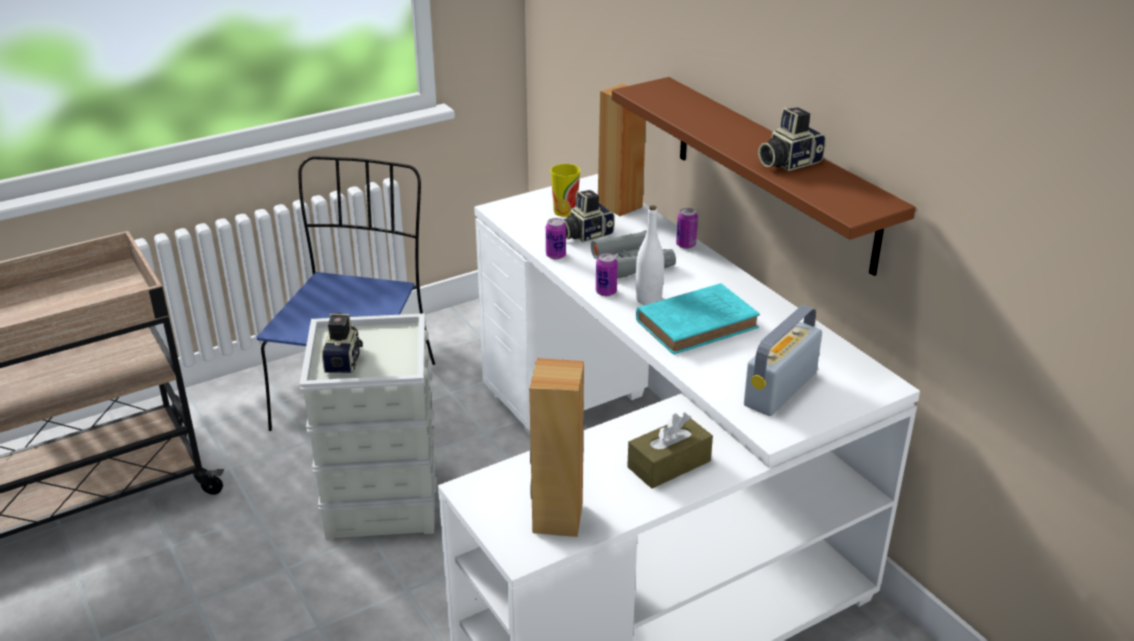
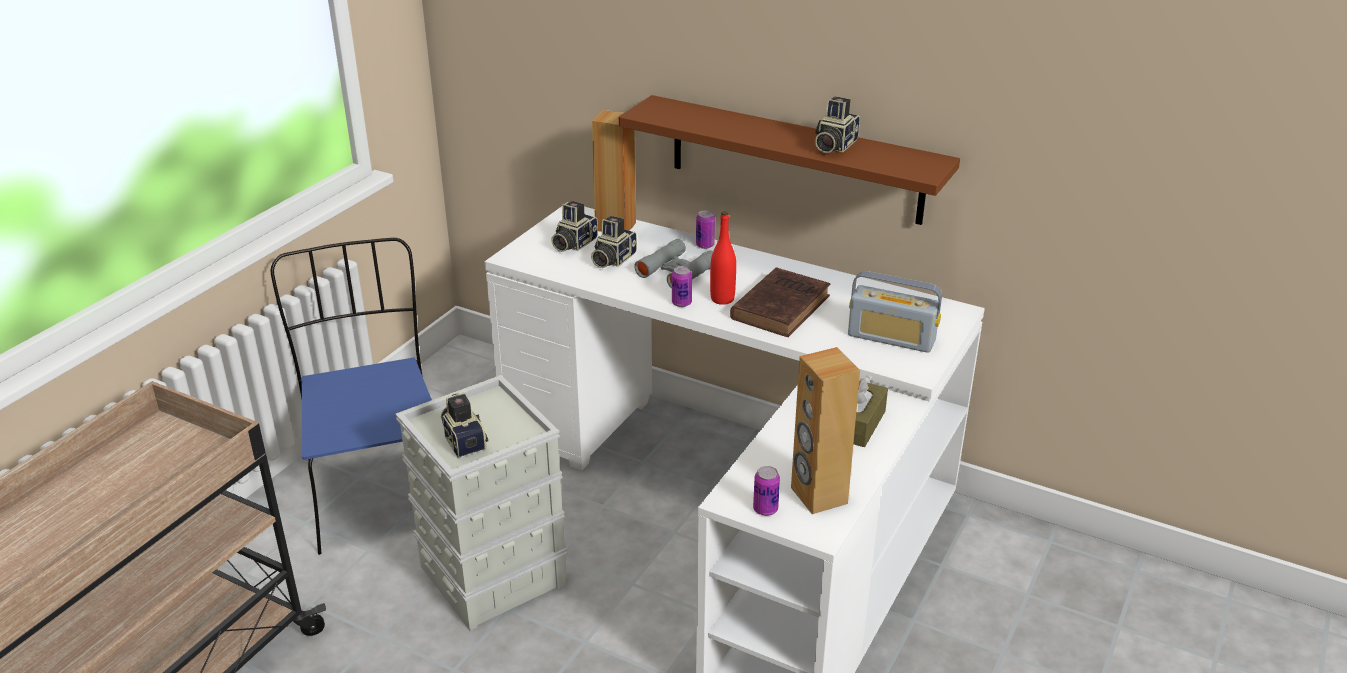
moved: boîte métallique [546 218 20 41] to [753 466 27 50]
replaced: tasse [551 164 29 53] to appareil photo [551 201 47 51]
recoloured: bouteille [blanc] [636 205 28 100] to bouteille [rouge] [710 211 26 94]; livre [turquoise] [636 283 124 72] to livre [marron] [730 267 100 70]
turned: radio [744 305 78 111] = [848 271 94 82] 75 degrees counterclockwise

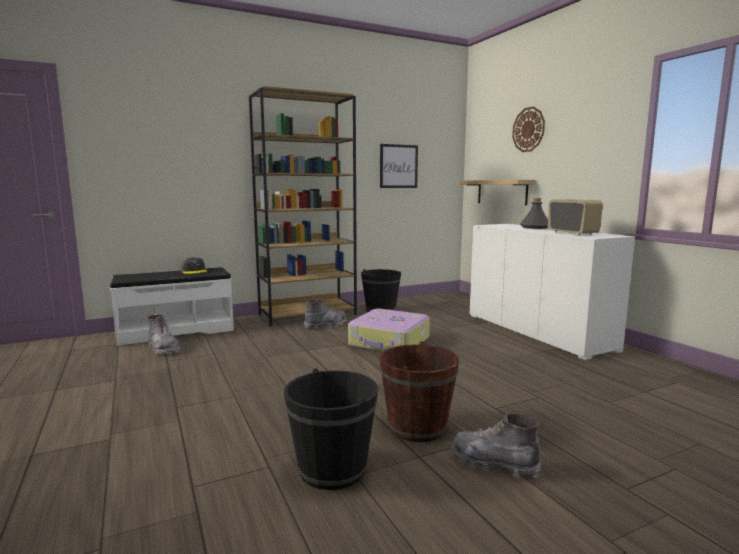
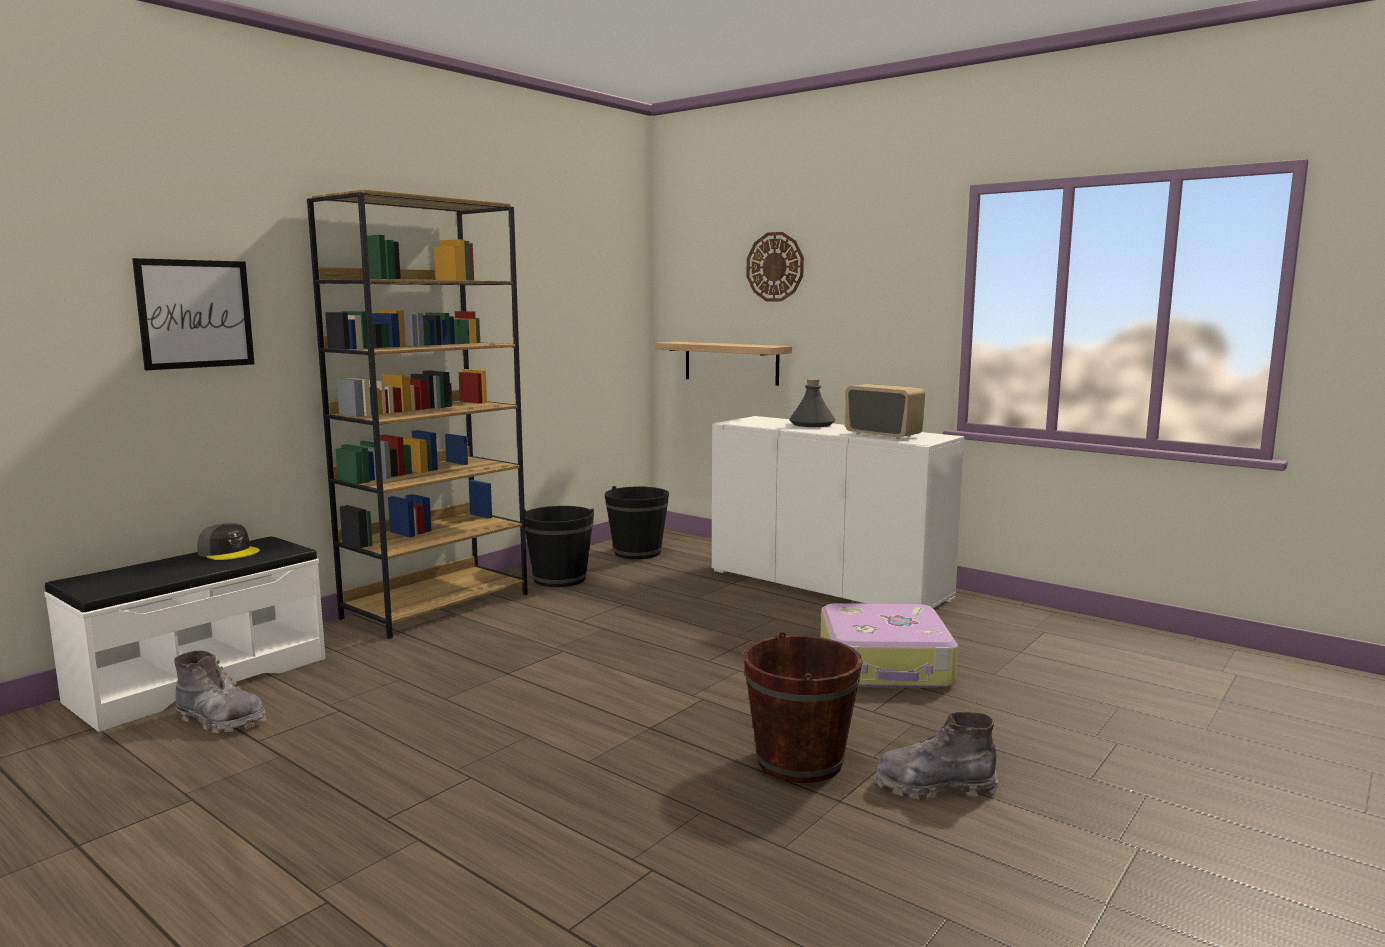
removed: botte [gris] [304 299 43 30]
moved: tableau [380 144 38 44] to [132 258 122 112]; seau [noir] [284 368 94 122] to [605 486 64 73]; valise [348 309 82 43] to [820 603 138 85]

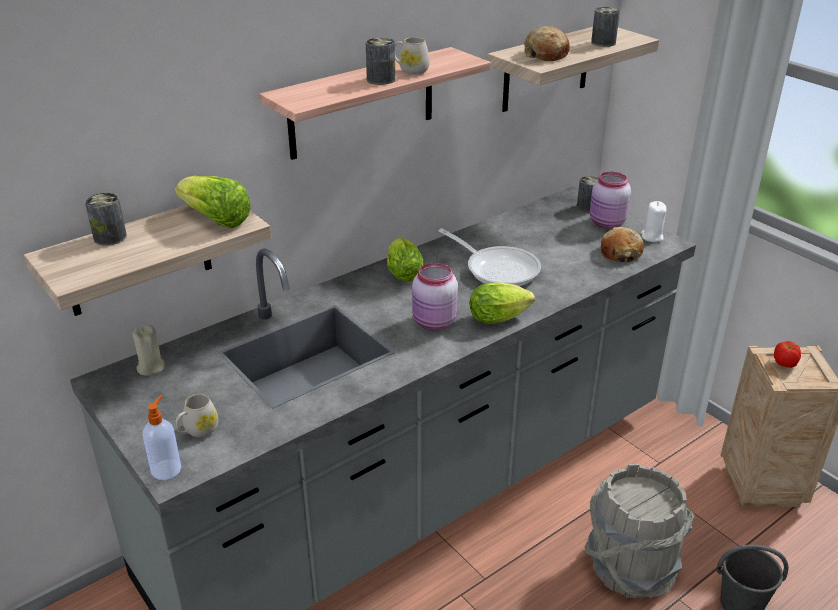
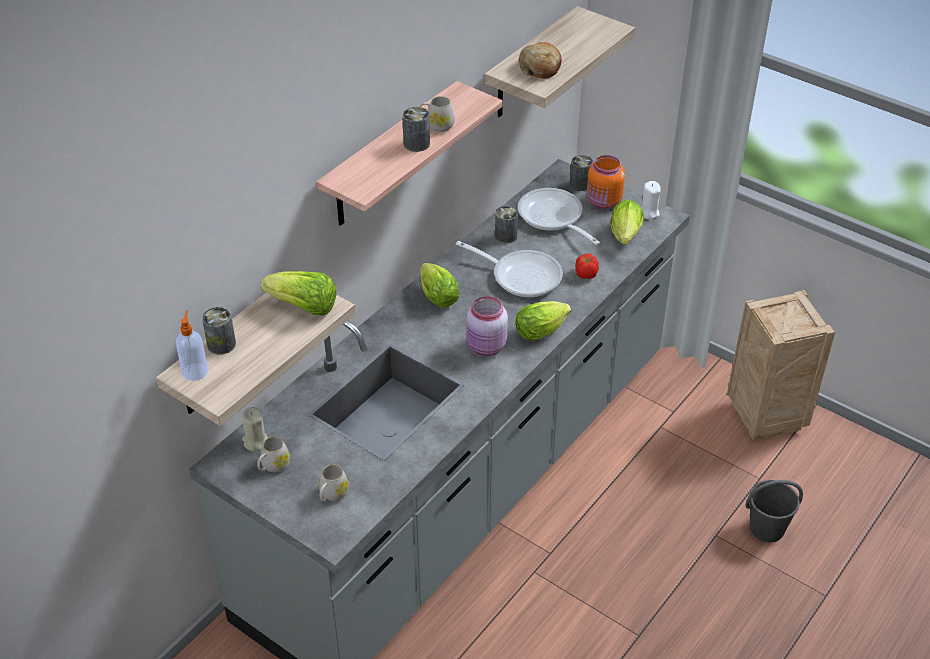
removed: seau [gris] [584 464 110 134]
added: mug [blanc] [257 437 33 35]; poêle [518 188 82 57]
moved: distributeur de savon [143 395 39 85] to [176 310 32 71]; boîte métallique [591 7 29 40] to [495 206 23 38]; tomate [774 341 27 27] to [575 253 24 26]
replaced: pain [601 227 43 35] to laitue [611 199 33 45]
recoloured: bocal [rose] [590 171 41 57] to bocal [orange] [587 155 38 54]

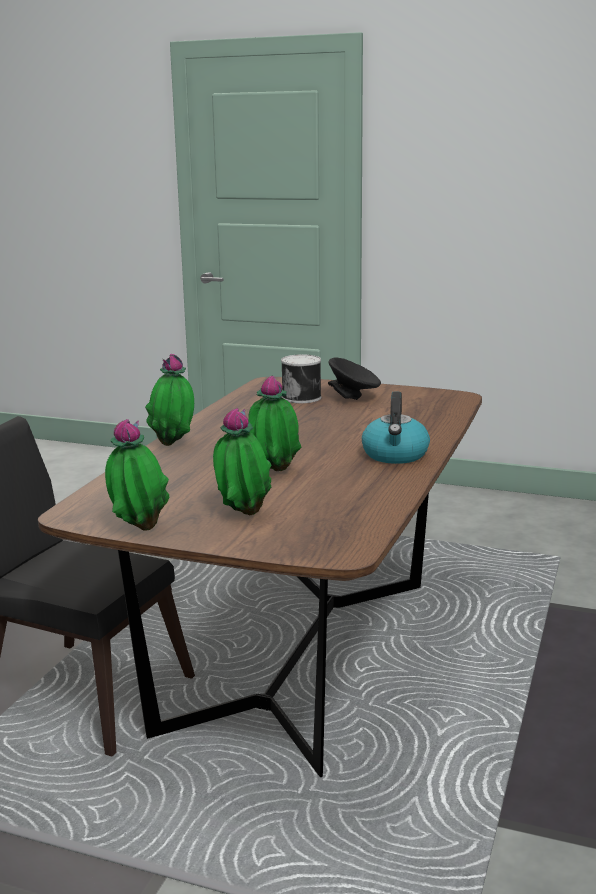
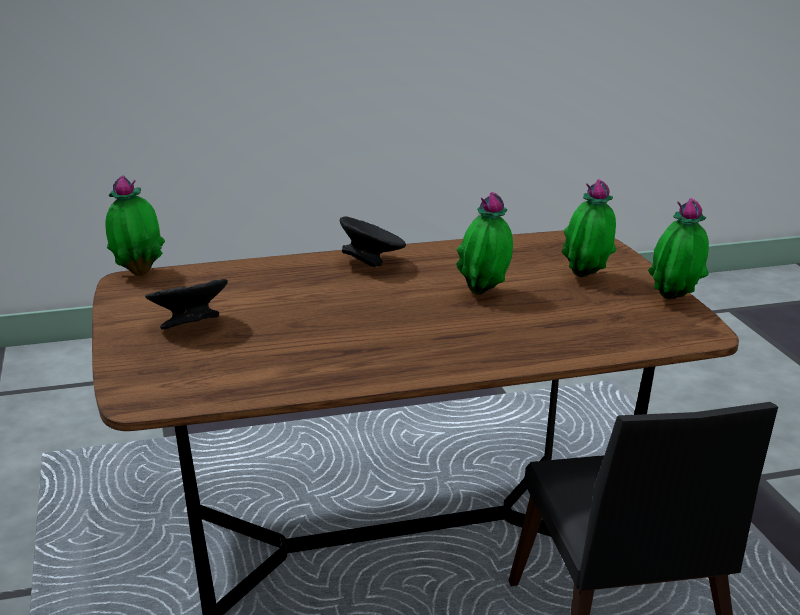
removed: boîte métallique [281 354 40 49]
moved: plante en pot [145 354 49 92] to [106 176 59 100]
replaced: bouilloire [362 392 68 72] to bol [noir] [340 216 66 51]

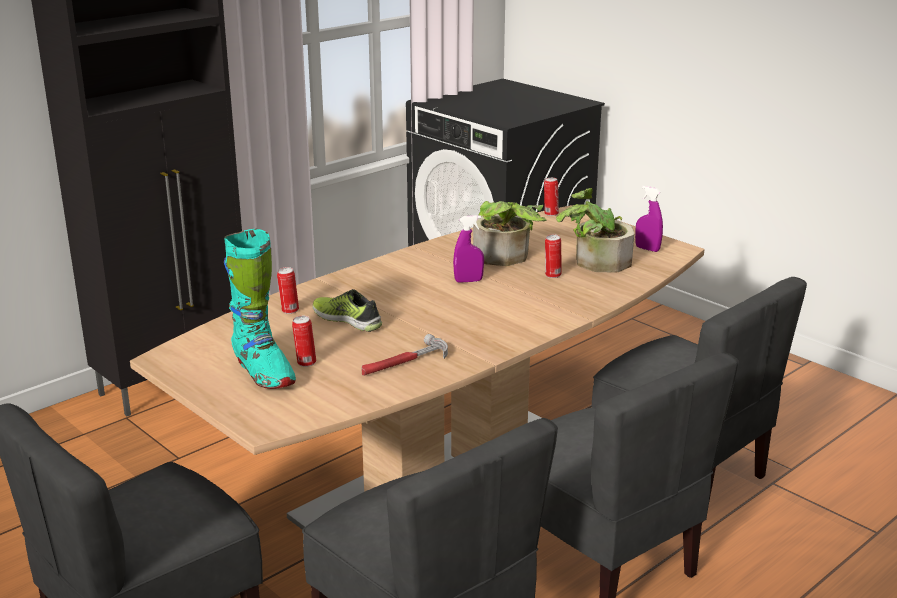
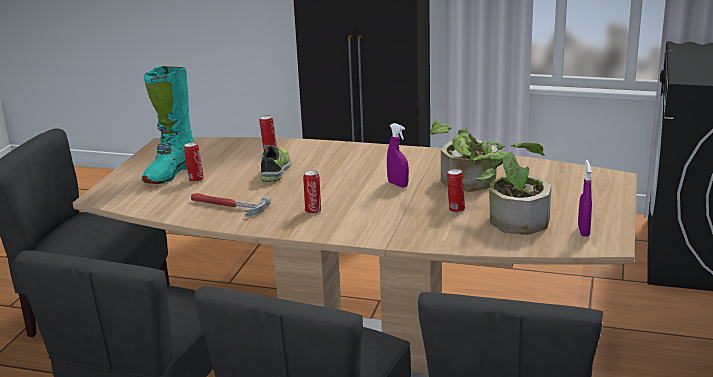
moved: boîte métallique [544 178 15 38] to [303 170 18 44]

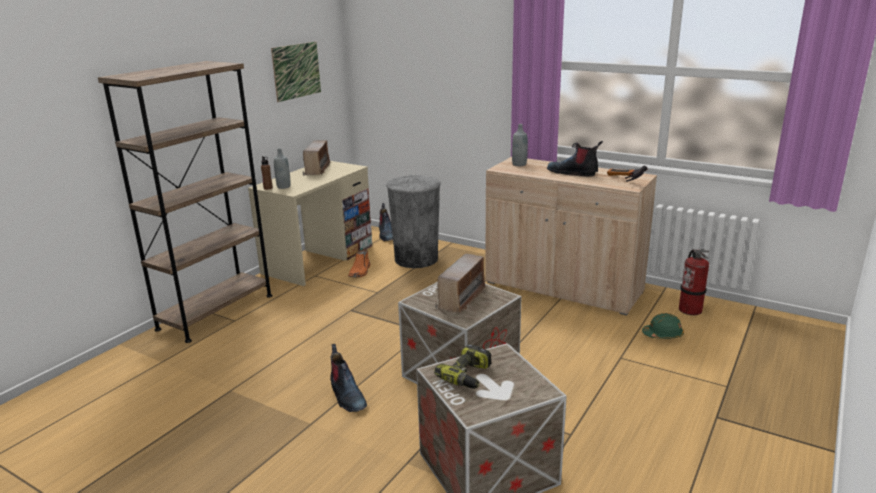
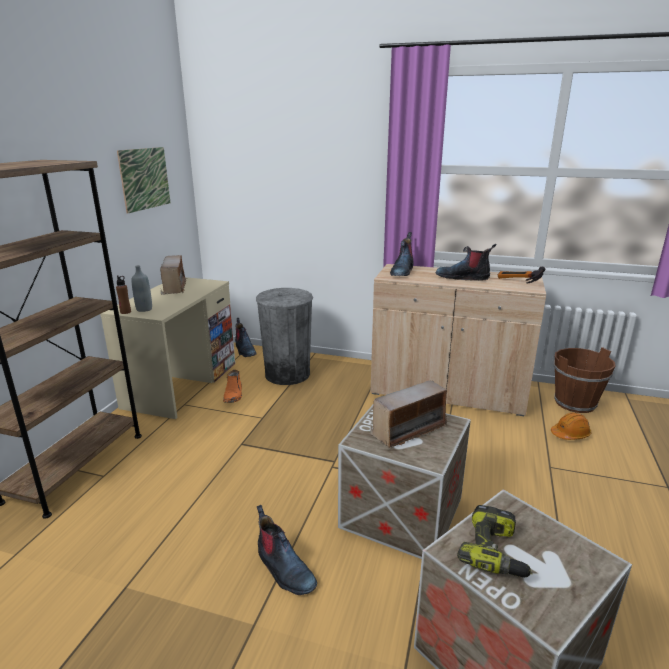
replaced: bouteille [gris] [512 124 16 42] to botte [390 232 24 44]; extincteur [679 249 30 66] to seau [marron] [554 347 61 66]
recoloured: casque de chantier [vert] [642 313 42 26] to casque de chantier [orange] [551 412 40 28]
turned: radio [435 254 52 60] = [370 381 77 68] 45 degrees clockwise

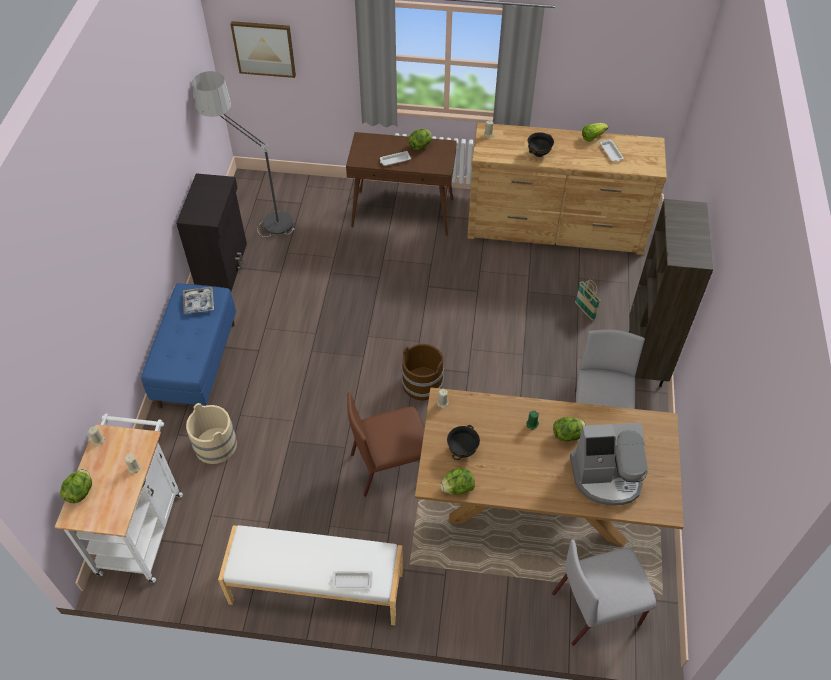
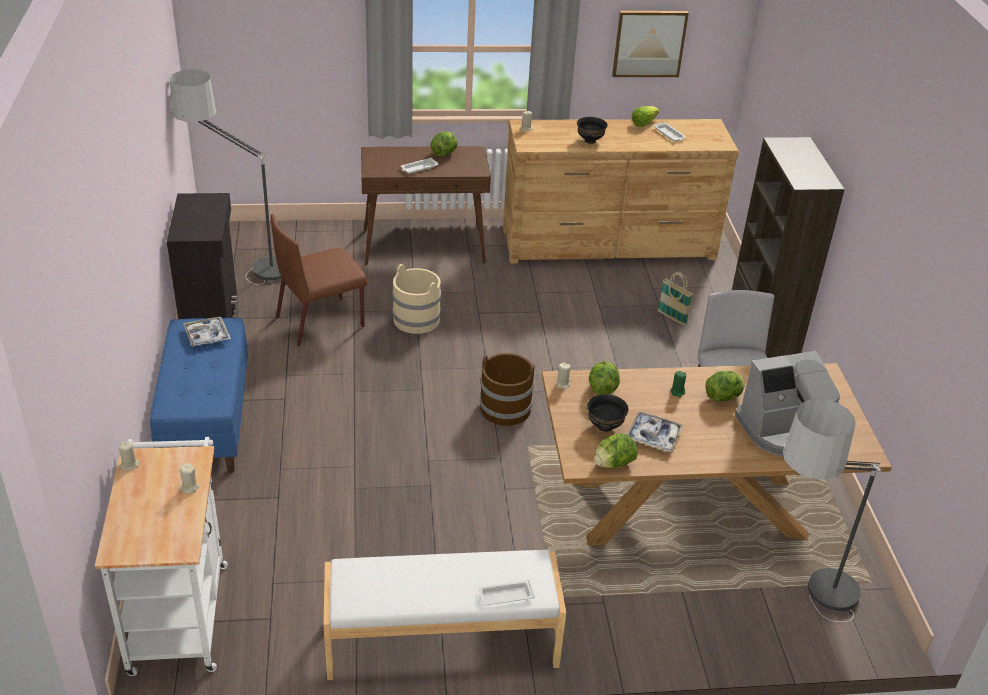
added: plateau [627 411 57 41]
moved: chaise [marron] [347 392 78 105] to [271 214 96 133]; seau [beige] [186 403 51 61] to [392 264 49 70]; laitue [60 469 32 34] to [589 361 31 34]; tableau [230 21 66 57] to [612 11 77 66]
replaced: chaise [gris] [552 539 104 107] to lampadaire [783 399 99 223]

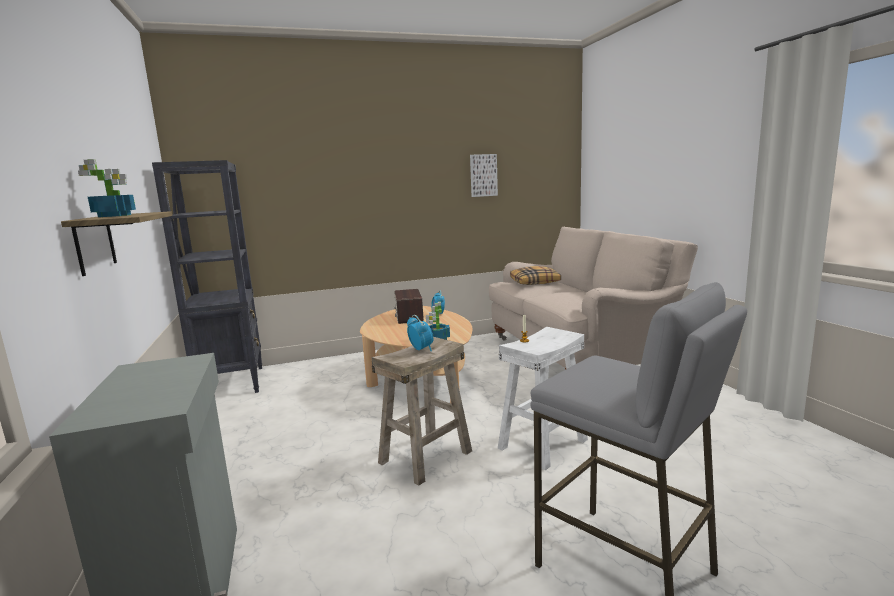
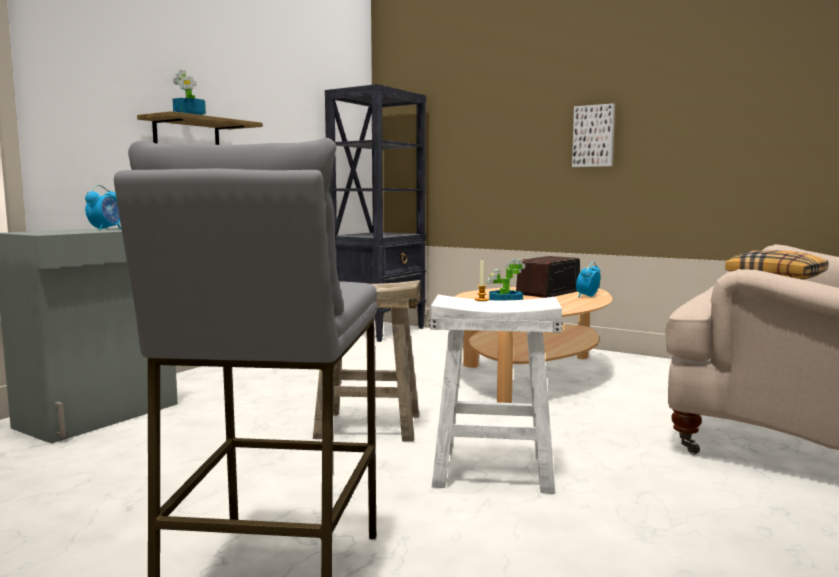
moved: réveil [407 315 26 36] to [85 185 36 46]; tableau [470 154 28 43] to [572 103 43 64]

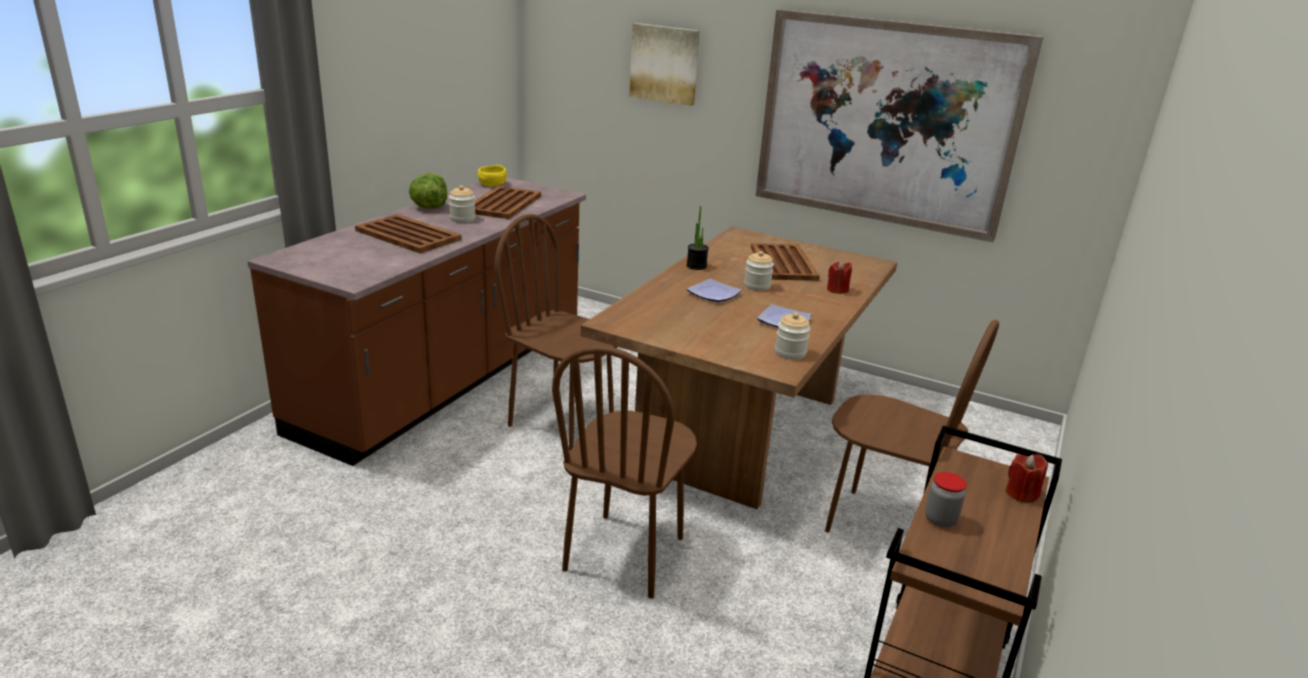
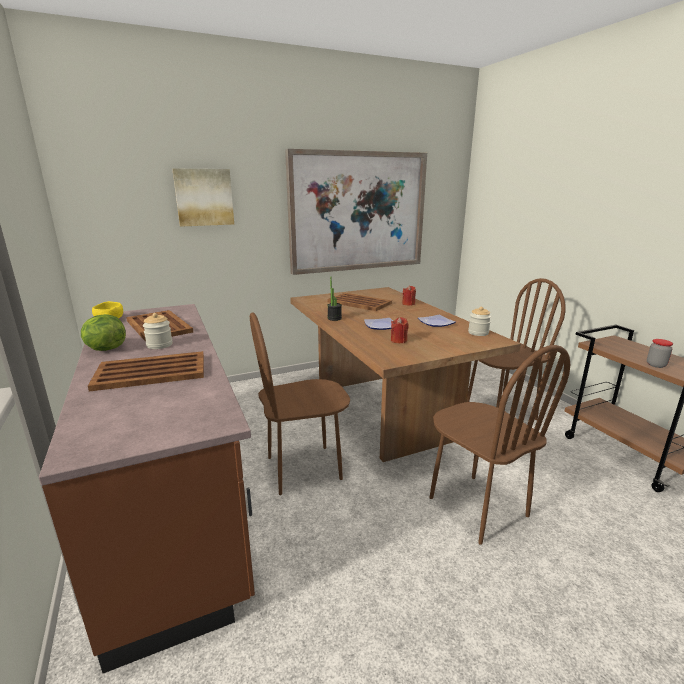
removed: bocal [744 251 30 40]
moved: bougie [rouge] [1006 454 42 49] to [391 317 17 26]

